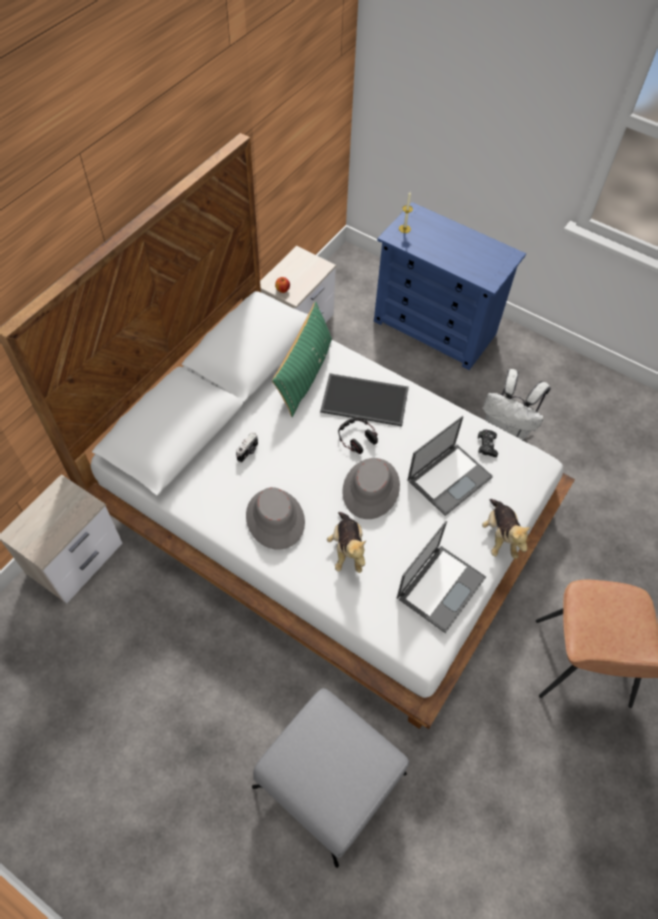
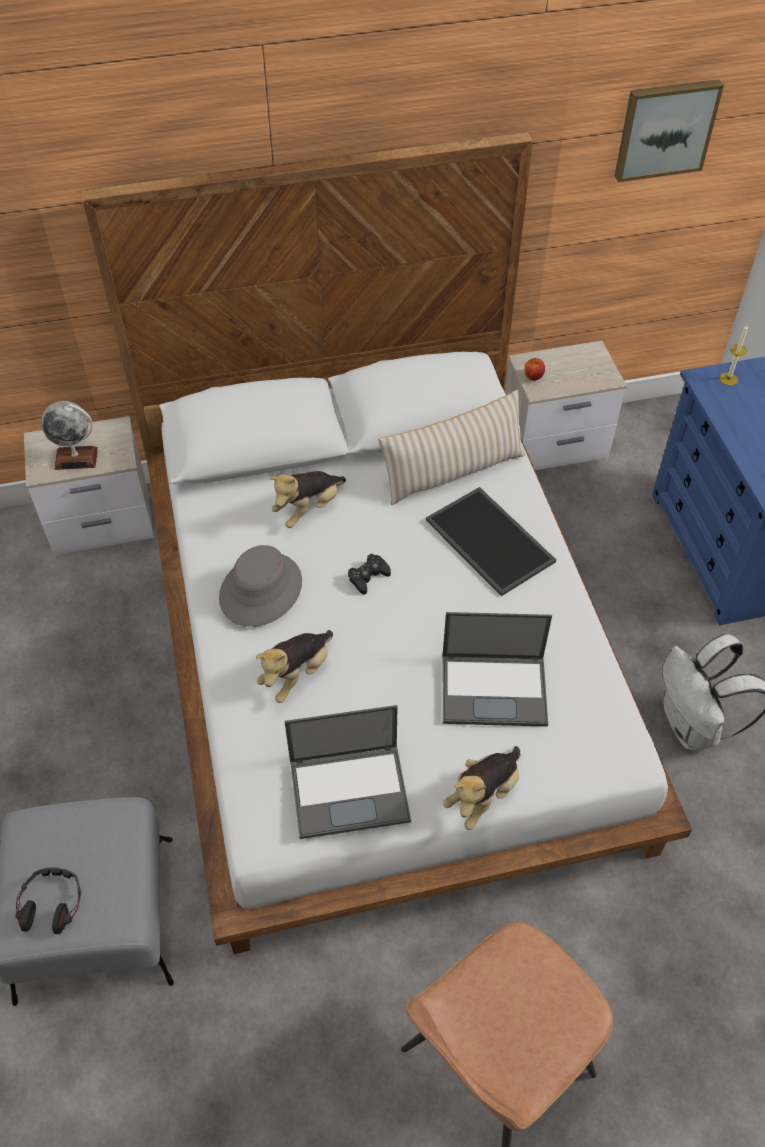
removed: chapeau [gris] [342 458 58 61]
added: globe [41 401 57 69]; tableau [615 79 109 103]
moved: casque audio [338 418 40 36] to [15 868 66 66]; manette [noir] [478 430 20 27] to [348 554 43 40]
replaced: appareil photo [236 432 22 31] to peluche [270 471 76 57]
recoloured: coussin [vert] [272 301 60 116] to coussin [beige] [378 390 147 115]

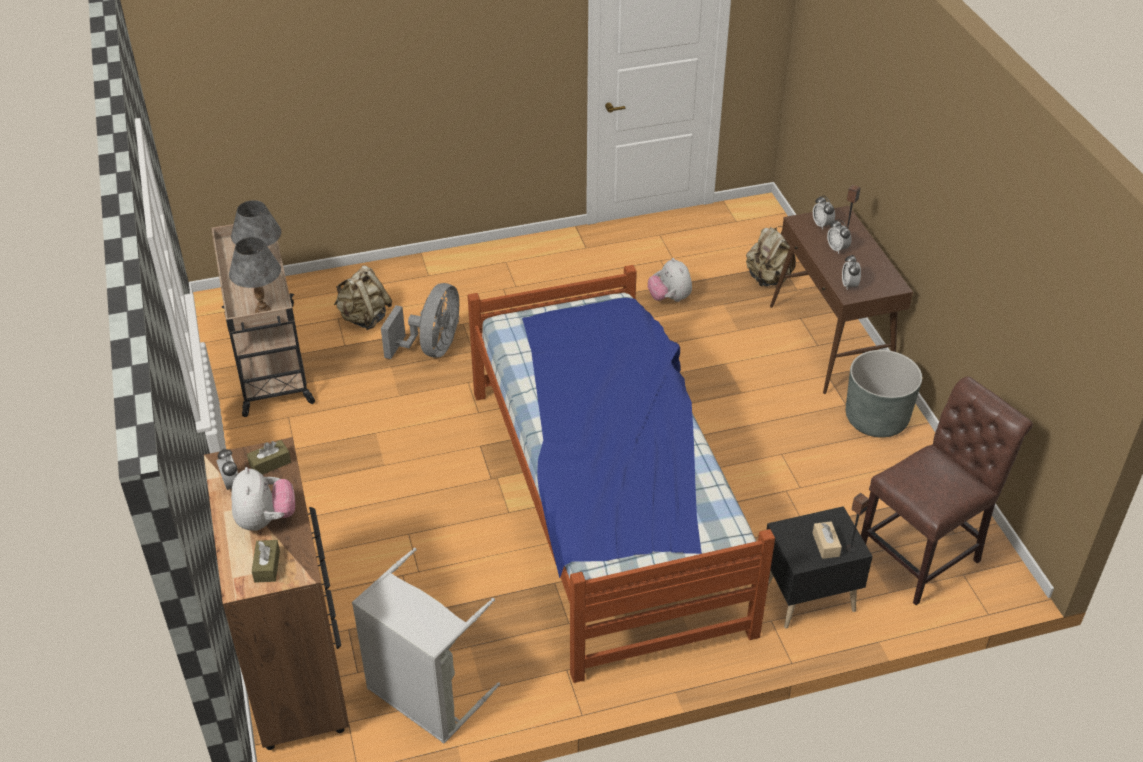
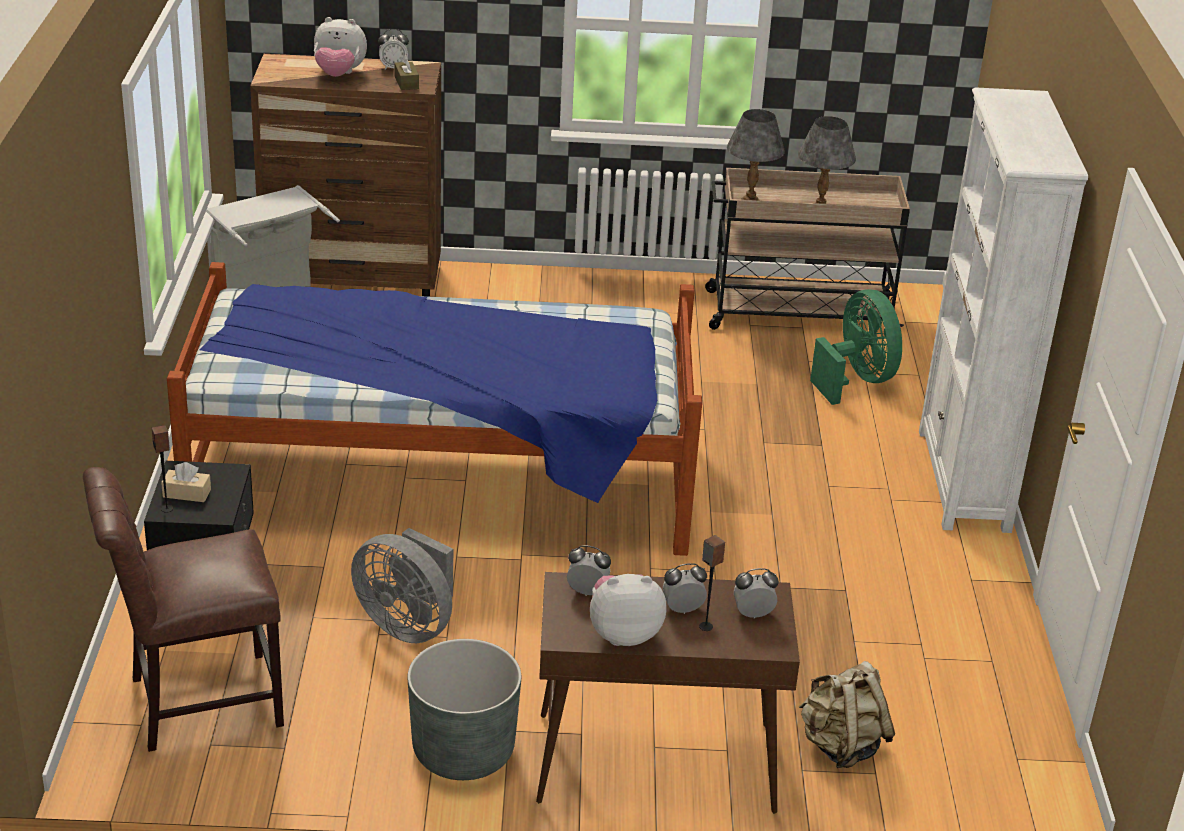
removed: boîte à mouchoirs [marron] [252 540 28 43]
added: bibliothèque [blanc] [919 88 169 445]
moved: ventilateur [gris] [381 283 79 76] to [351 528 102 115]; peluche [648 258 44 44] to [590 574 77 72]
replaced: sac à dos [beige] [334 265 58 65] to ventilateur [vert] [810 289 92 116]
turned: chaise [marron] [861 376 172 229] = [83 467 201 285] 90 degrees clockwise

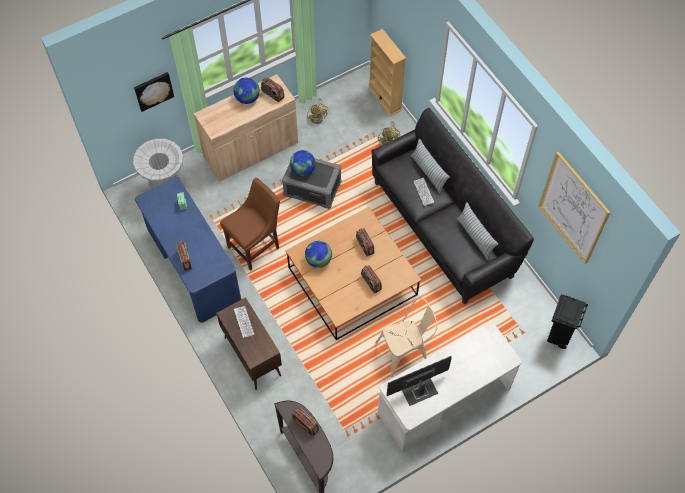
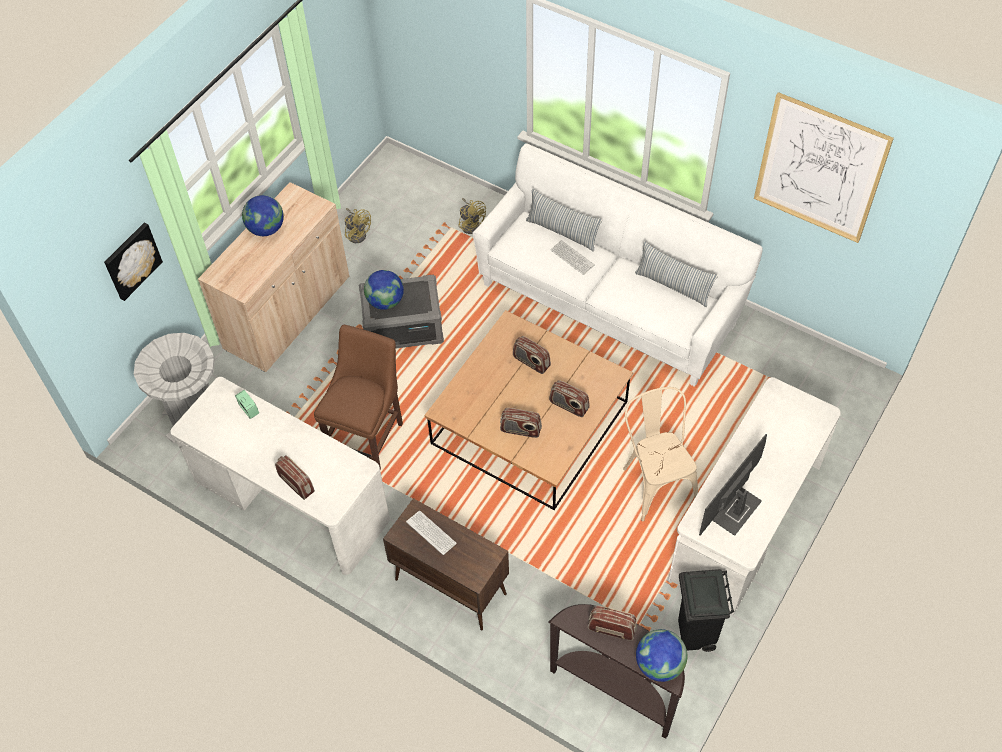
removed: bibliothèque [beige] [368 29 38 87]
moved: radio [261 77 24 25] to [500 408 42 30]; globe [305 241 27 27] to [636 629 51 53]; poubelle [noir] [547 294 41 55] to [678 569 56 83]
recoloured: bureau [bleu] [135 177 106 146] to bureau [blanc] [170 377 220 198]; canapé [noir] [372 108 162 196] to canapé [blanc] [473 143 290 244]
turned: chaise [beige] [375 298 63 79] = [623 387 75 134] 60 degrees counterclockwise

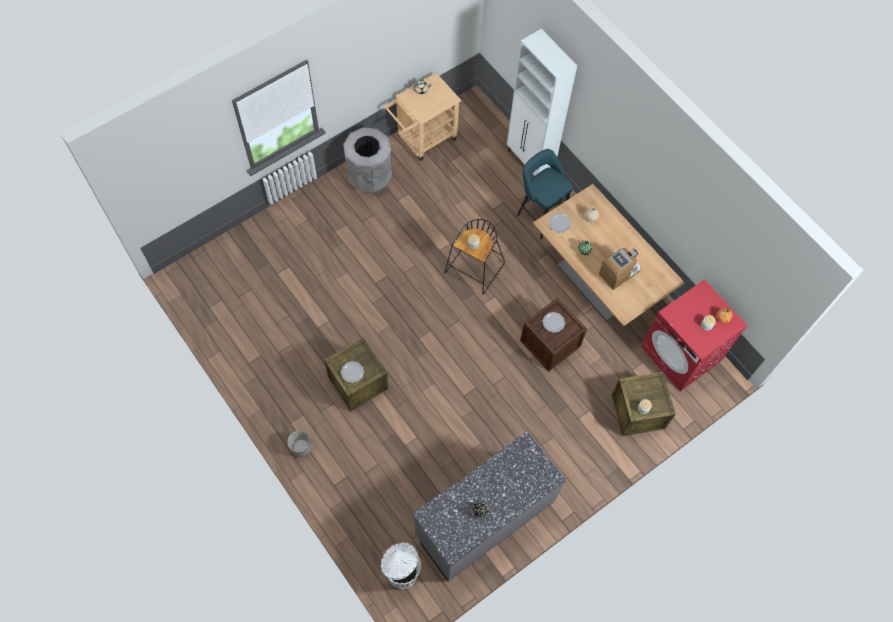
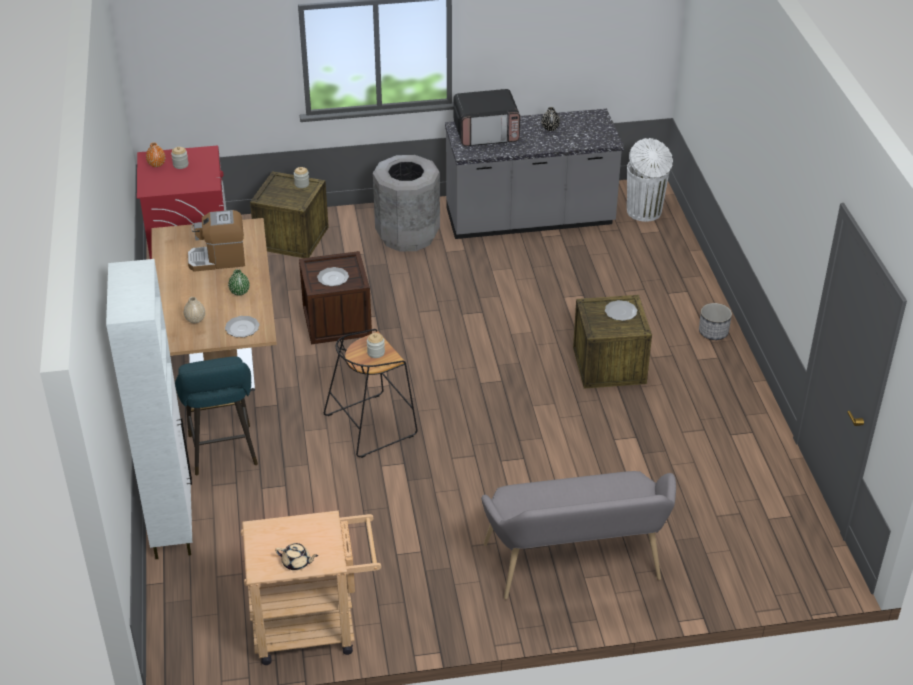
added: micro-ondes [454 89 66 57]; banc [gris] [481 471 195 128]
moved: poubelle [gris] [343 127 49 67] to [373 155 67 97]

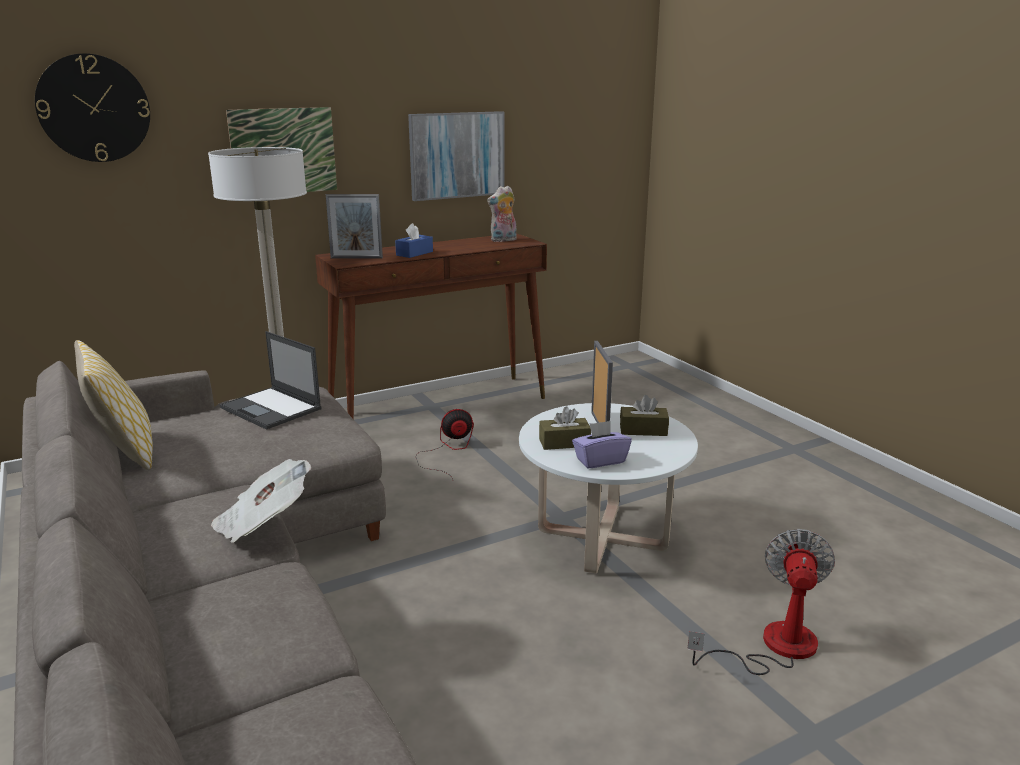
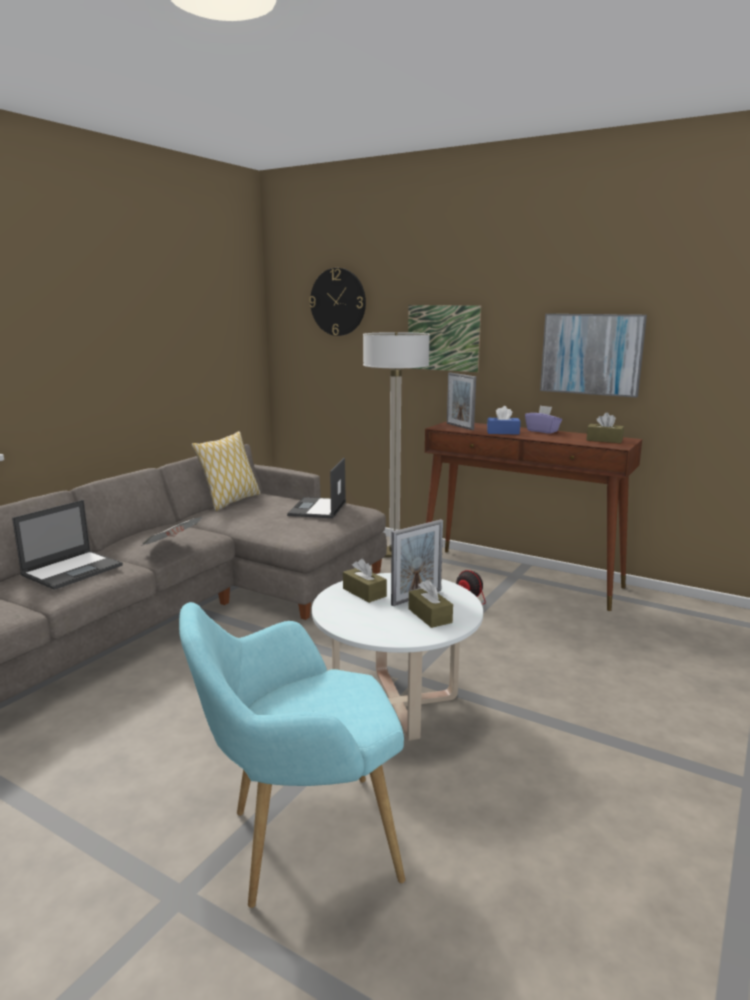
added: ordinateur portable [12 500 111 90]
moved: boîte à mouchoirs [violet] [572 421 60 48] to [525 405 37 29]
replaced: ventilateur [687 529 148 146] to fauteuil [turquoise] [179 602 226 306]; peluche [487 186 30 56] to boîte à mouchoirs [marron] [586 413 38 30]

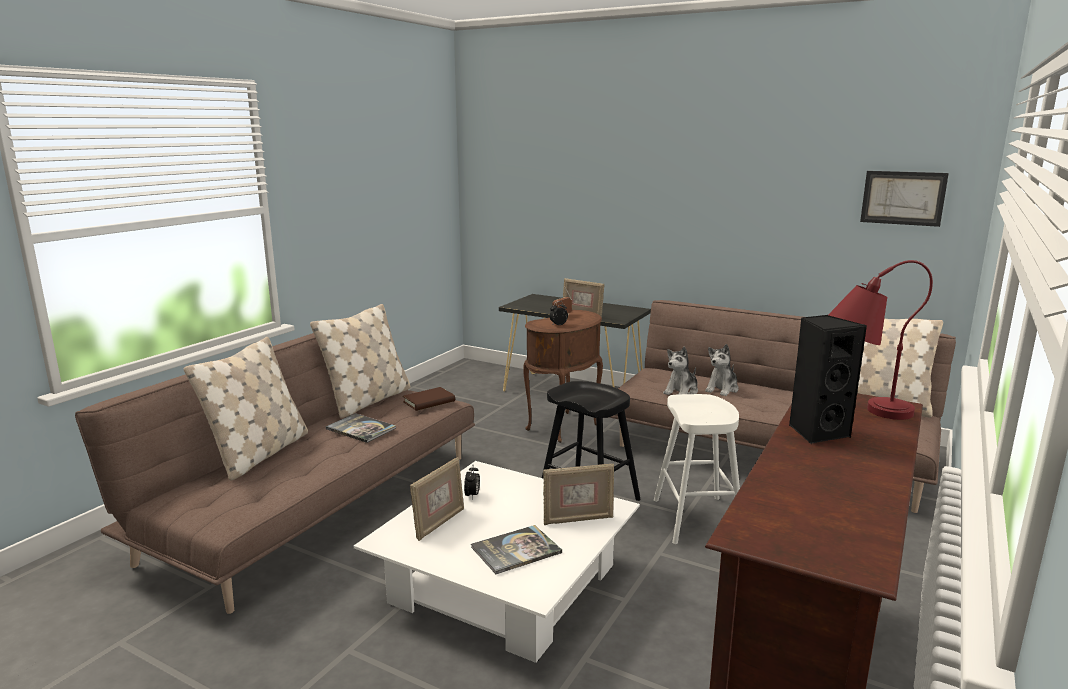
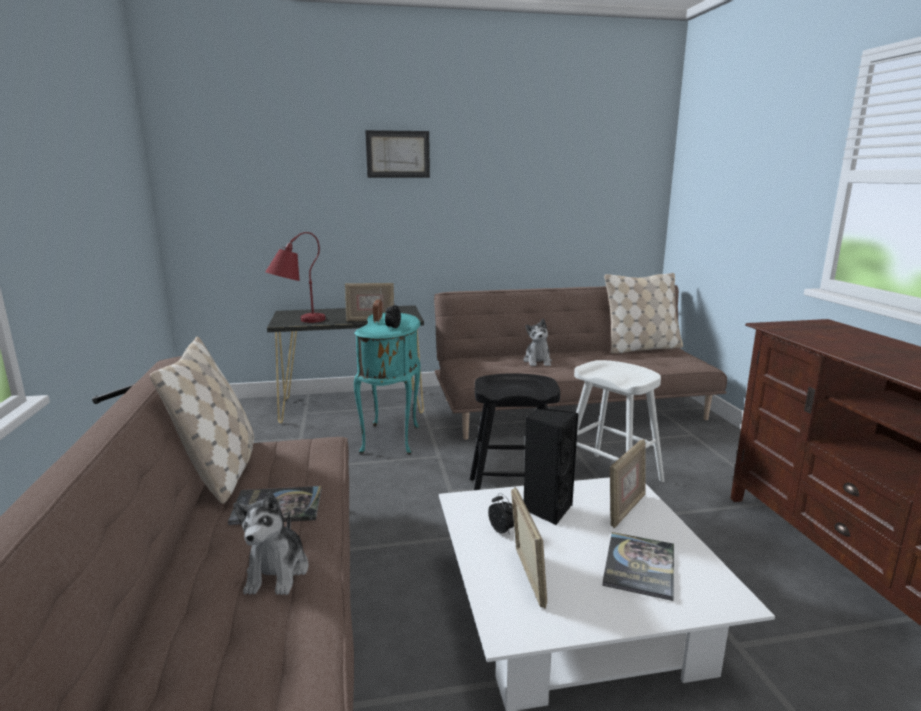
removed: coussin [beige] [184 337 124 144]; livre [marron] [403 387 52 24]
moved: peluche [663 346 35 49] to [233 492 75 103]; lampe de table [rouge] [828 260 105 160] to [265 232 60 91]; tableau [860 171 89 56] to [365 130 65 48]; enceinte [noir] [789 315 78 129] to [524 408 54 117]
recoloured: table d'appoint [marron] [523 310 80 133] to table d'appoint [turquoise] [354 313 67 141]

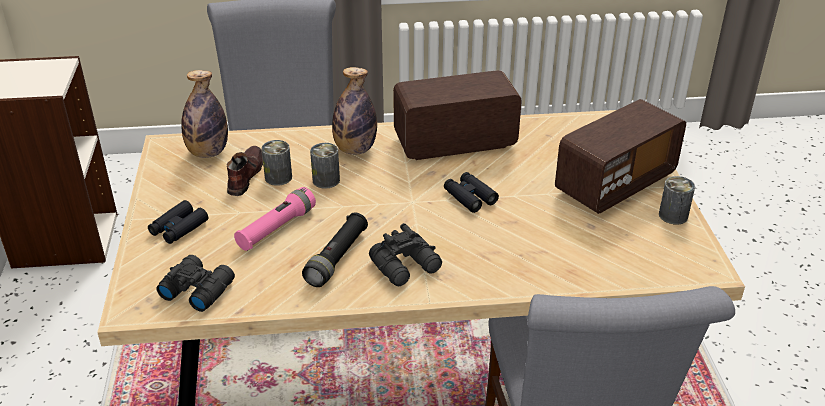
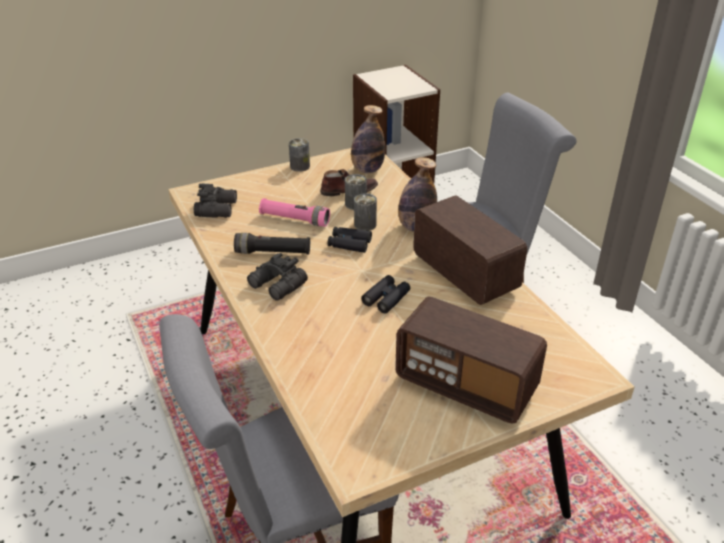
moved: boîte métallique [659 176 36 49] to [289 138 21 34]; jumelles [noir] [148 200 60 44] to [327 227 45 26]

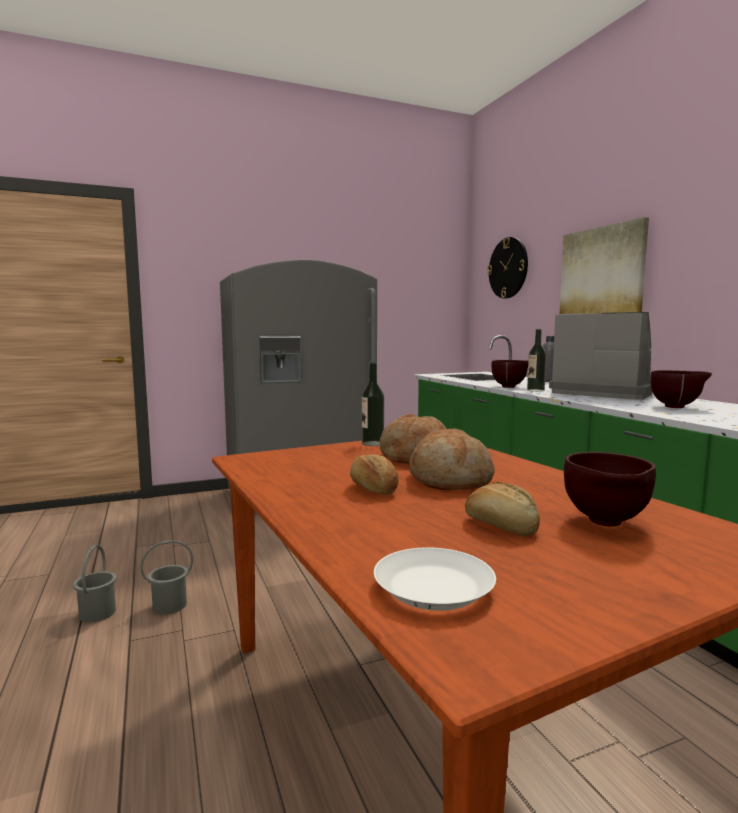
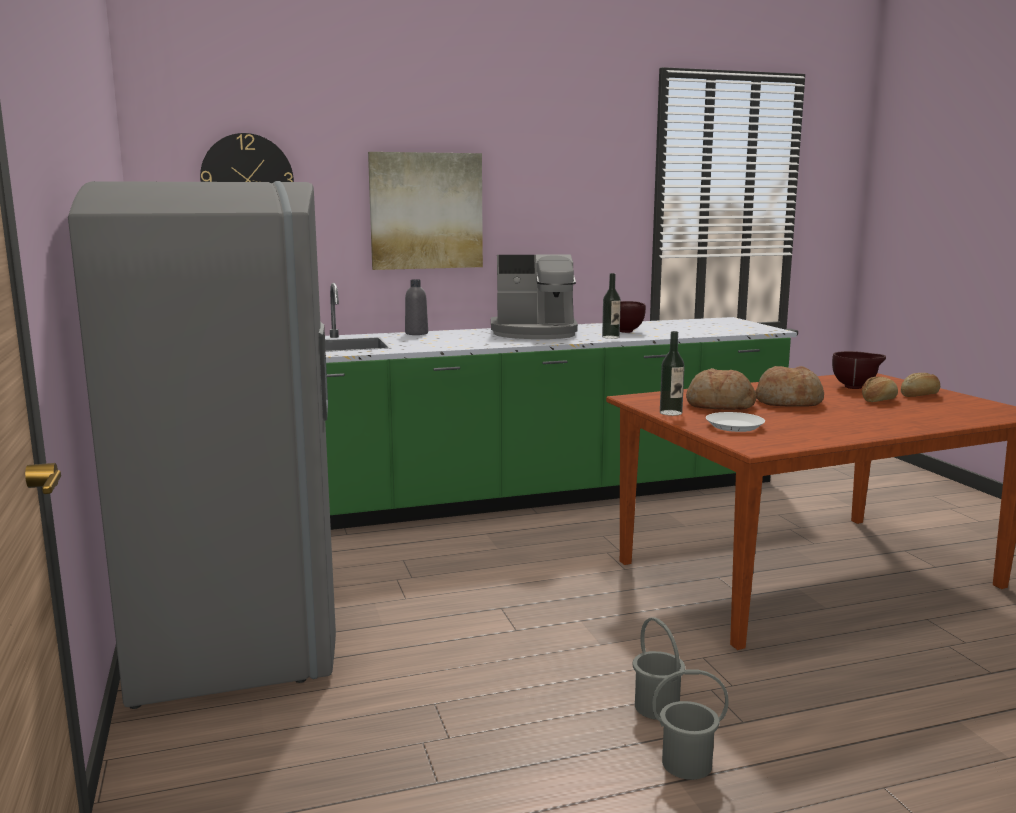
removed: bol [marron] [491 360 37 28]
moved: bouteille [527 329 19 63] to [602 273 19 66]; assiette [blanc] [374 547 122 64] to [706 412 59 20]; pain [350 454 49 41] to [901 373 39 24]
turned: machine à café [549 312 103 88] = [491 254 87 85] 135 degrees counterclockwise

